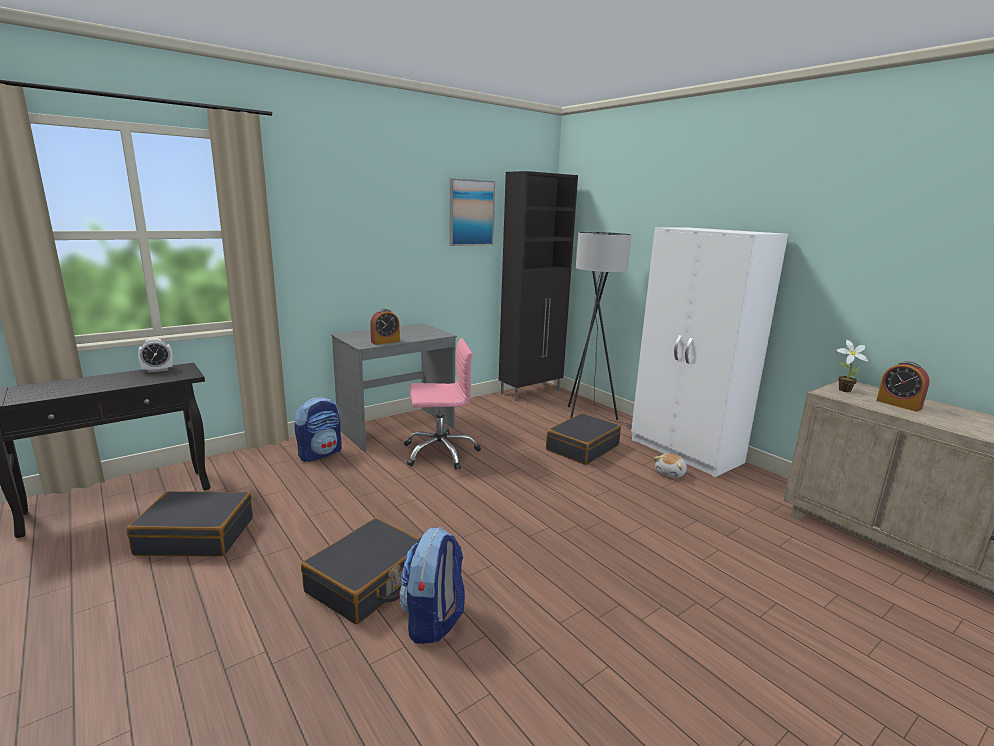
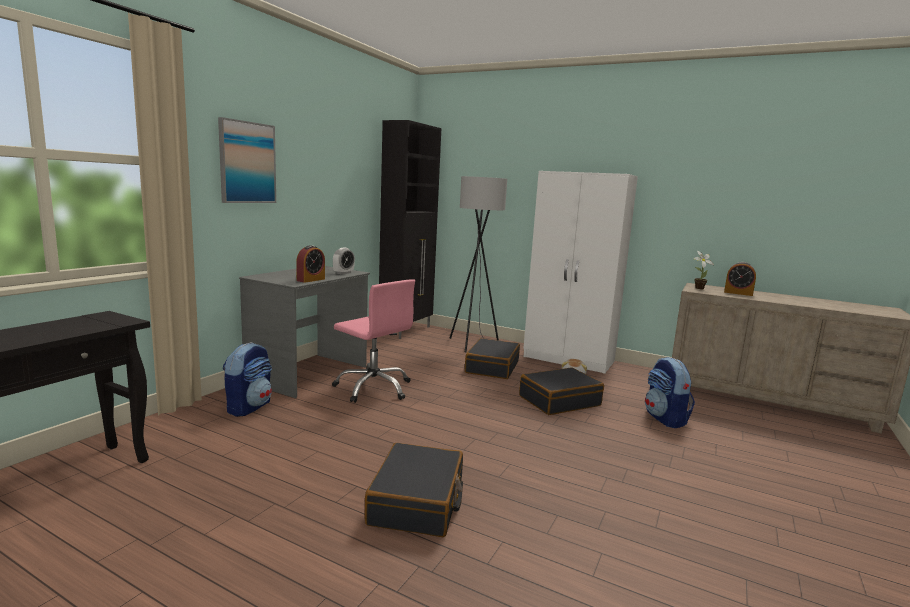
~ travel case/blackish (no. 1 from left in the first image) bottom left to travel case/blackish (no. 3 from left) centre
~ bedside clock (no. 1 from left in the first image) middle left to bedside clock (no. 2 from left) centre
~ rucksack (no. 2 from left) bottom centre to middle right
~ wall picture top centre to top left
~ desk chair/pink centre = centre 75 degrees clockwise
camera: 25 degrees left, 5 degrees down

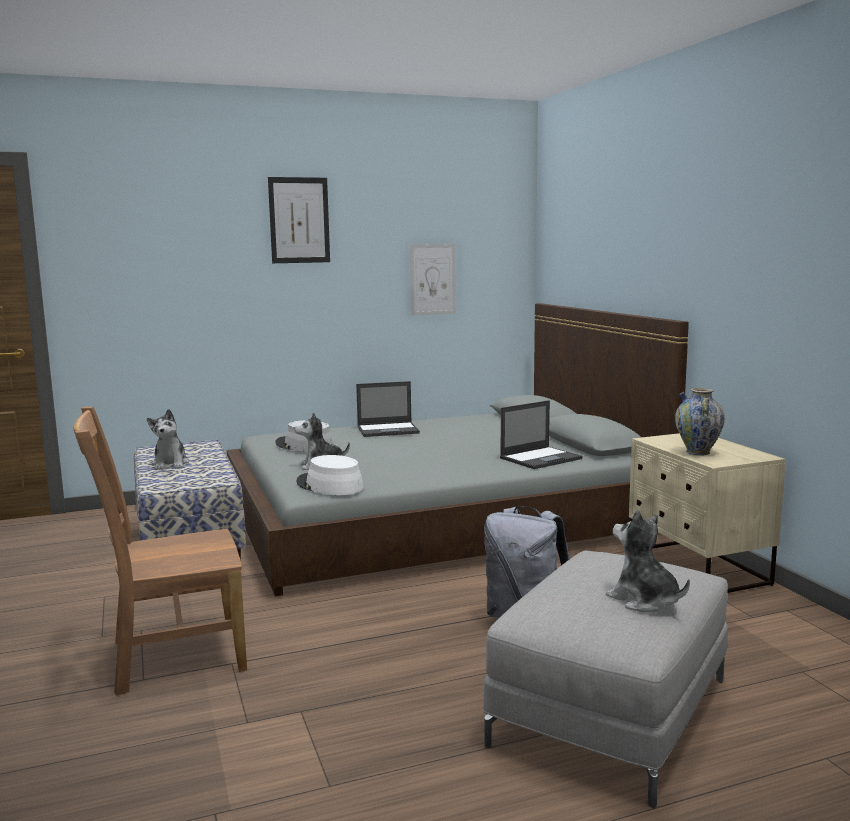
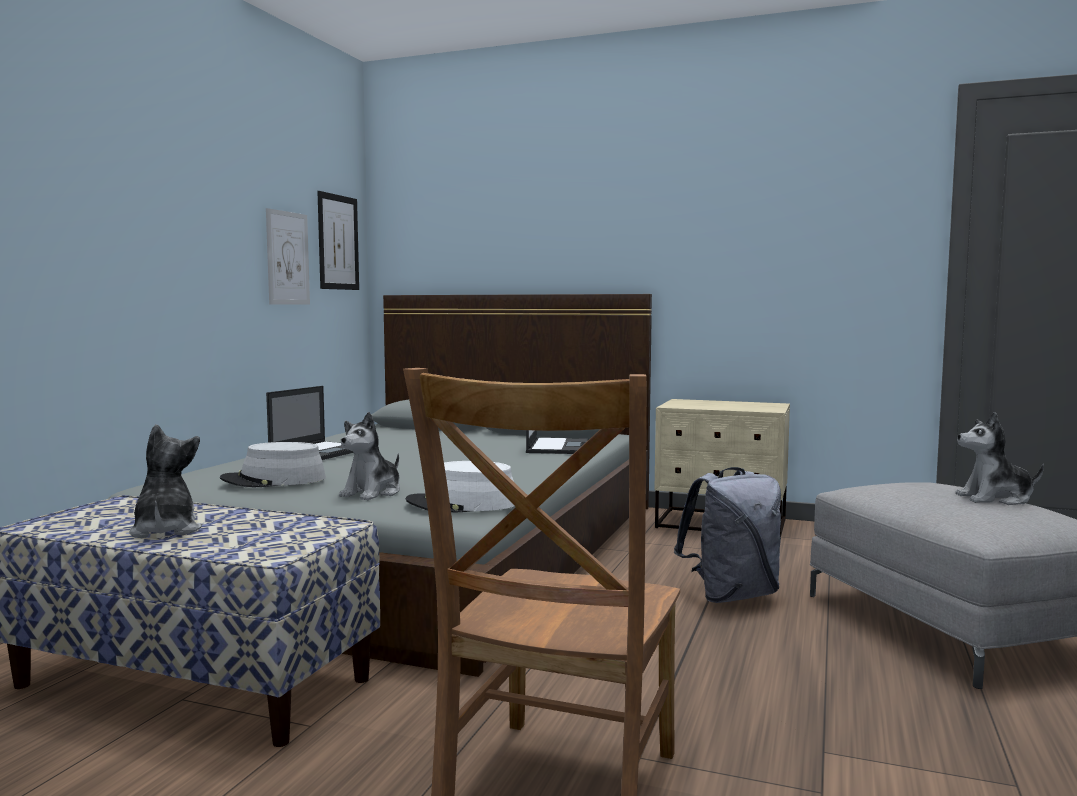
- vase middle right
~ wall picture (no. 1 from left in the first image) top centre to wall picture (no. 2 from left) top left
~ soft toy (no. 1 from left) middle left = middle left 135 degrees counterclockwise
camera: 50 degrees left, 5 degrees down

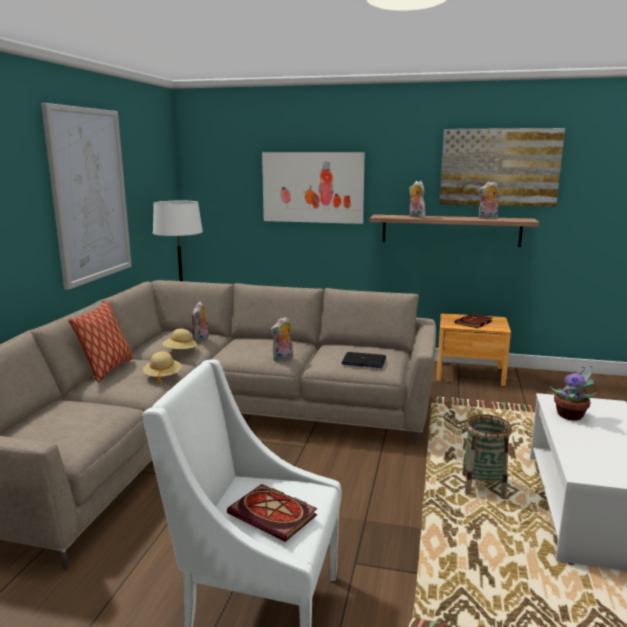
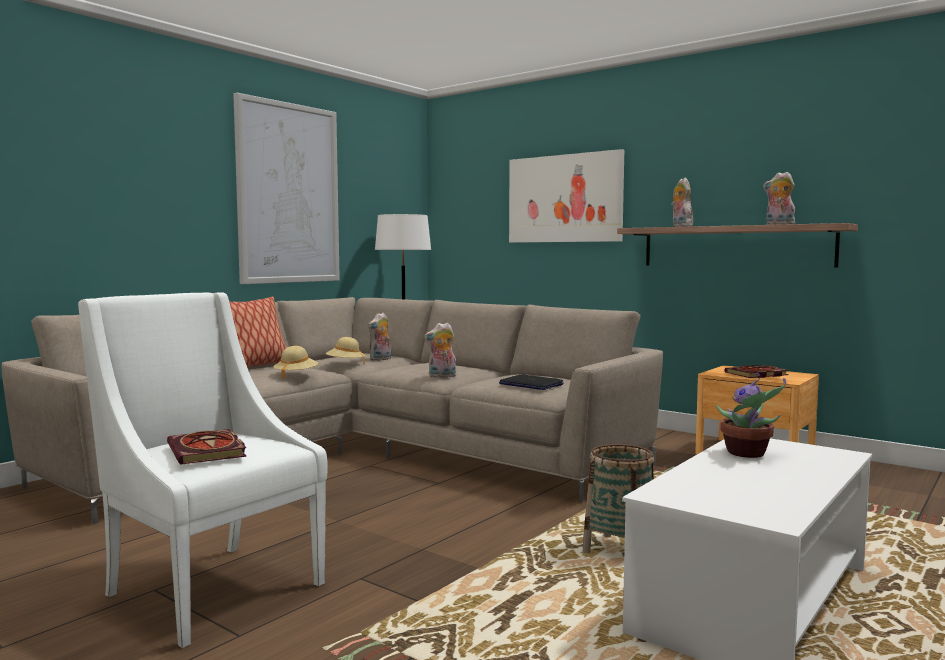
- wall picture (no. 3 from left) top right
camera: 25 degrees right, 10 degrees down

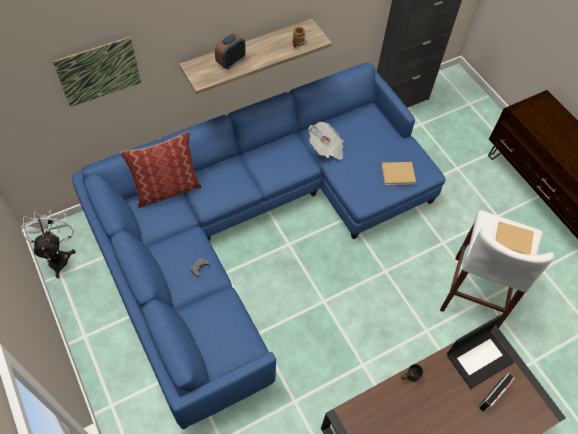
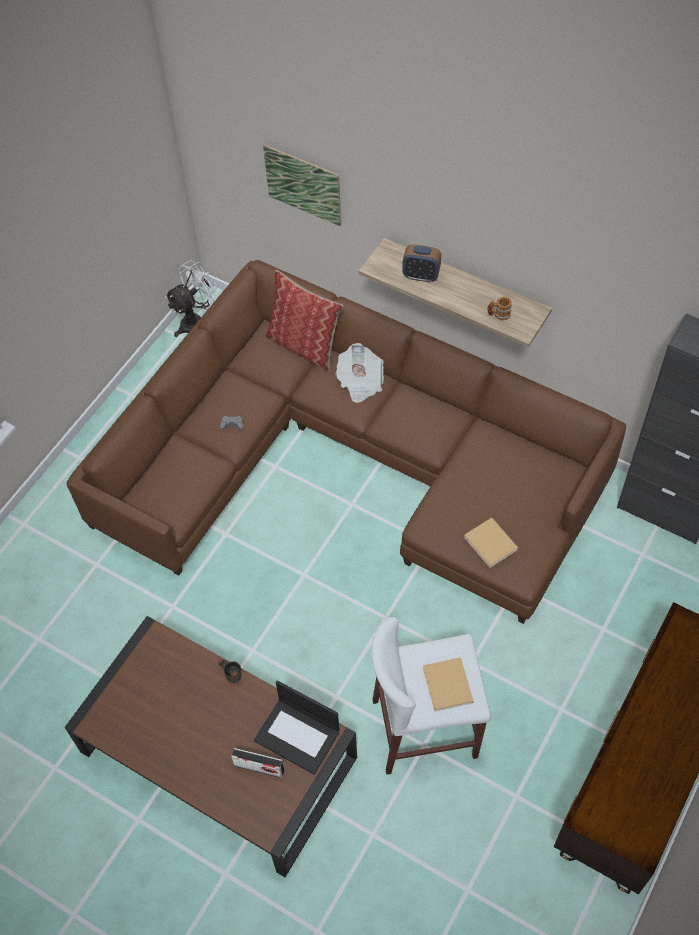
~ daily paper top centre to centre
~ sofa/blue-coloured centre to sofa/brown centre
camera: 65 degrees right, 0 degrees up

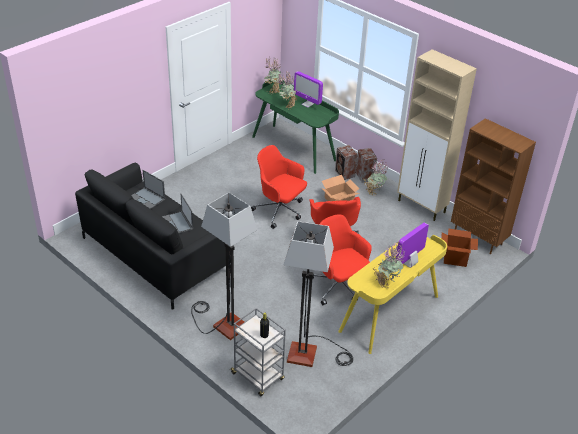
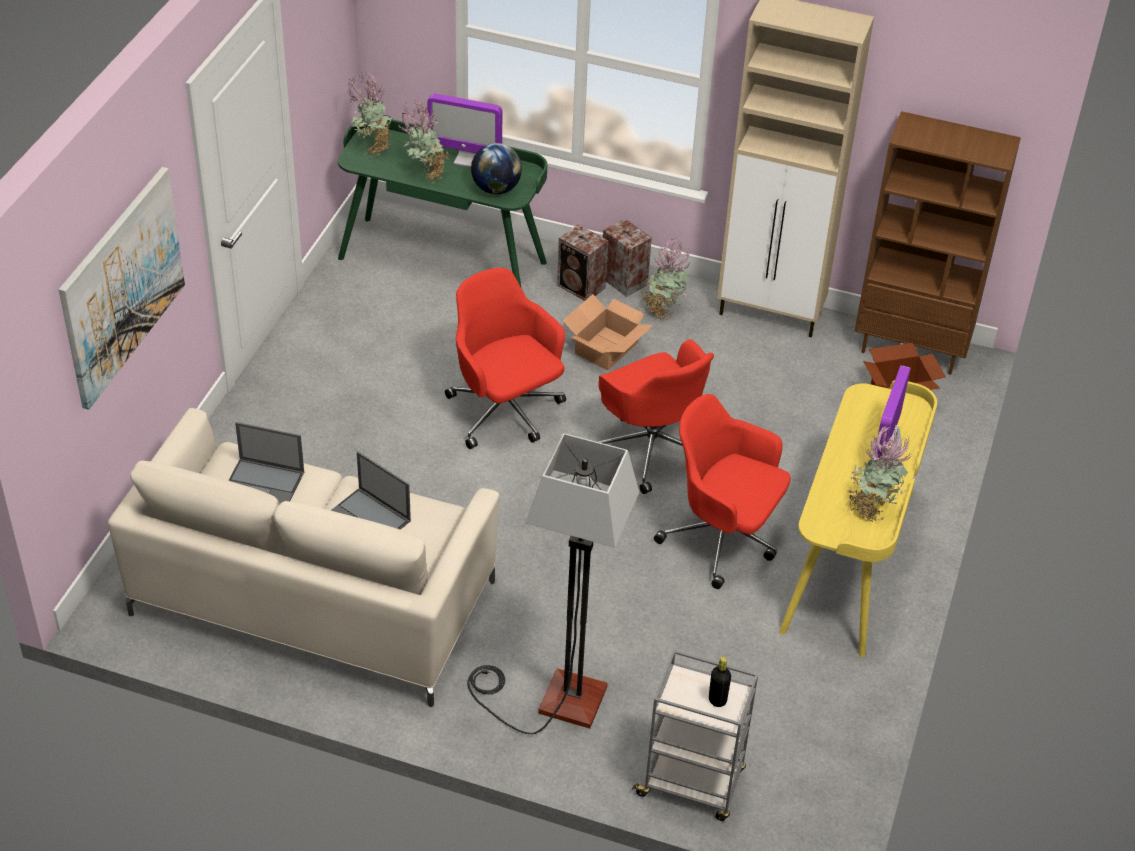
- standing lamp (no. 2 from left) bottom centre
+ wall picture middle left
+ world globe top centre
~ sofa/blackish middle left to sofa/sand-coloured middle left
~ desk chair/red-coloured (no. 1 from left) centre = centre 45 degrees clockwise
camera: 25 degrees left, 5 degrees up

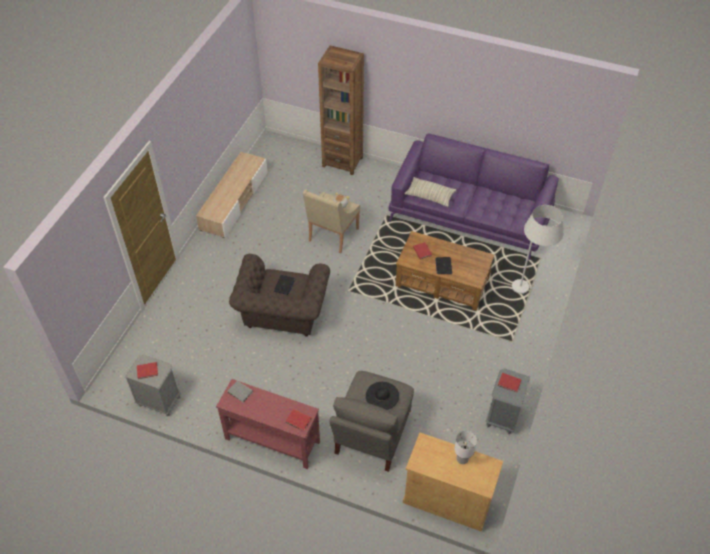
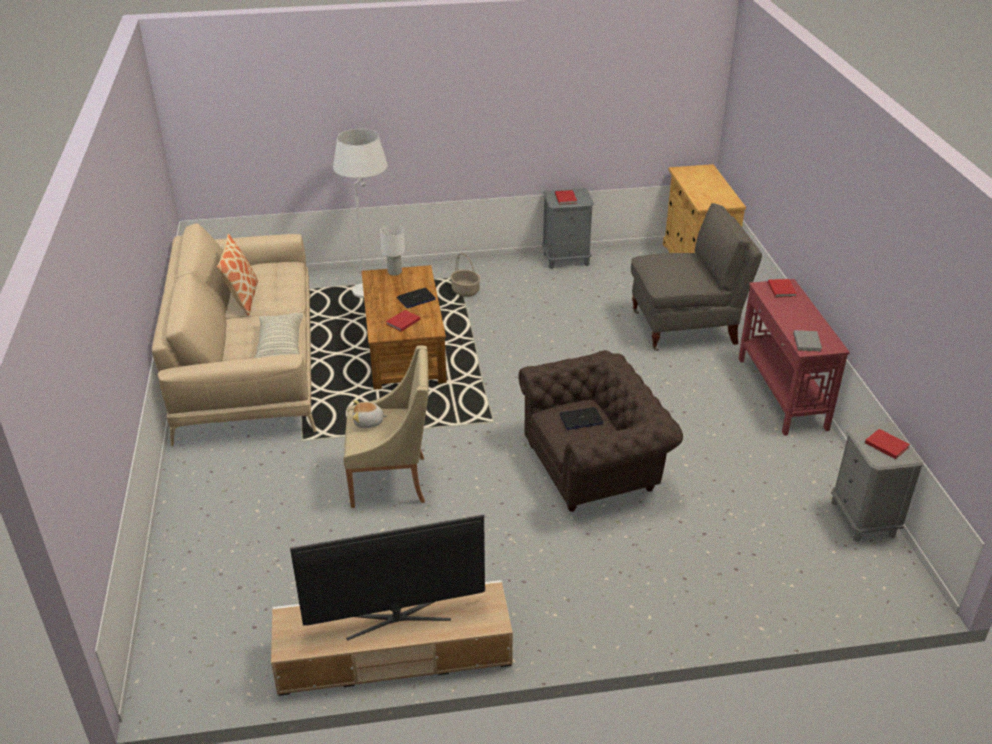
- shelving unit/brown top centre
- wearable hat/blackish bottom centre
+ throw pillow (no. 1 from left) middle left
+ TV bottom centre
+ basket centre
~ lamp for a table/whitish bottom centre to centre
~ sofa/purple-coloured middle right to sofa/sand-coloured middle left
camera: 120 degrees left, 15 degrees down

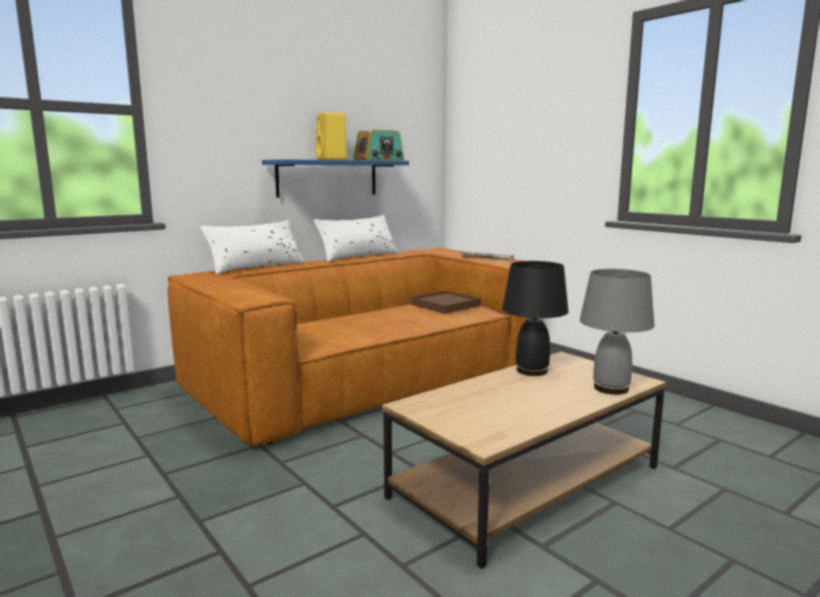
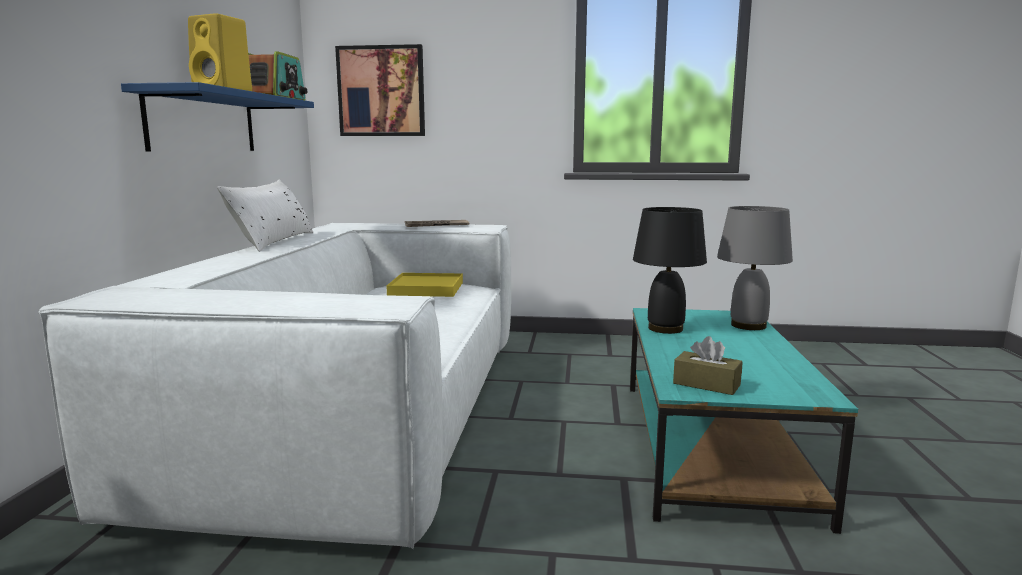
- throw pillow/whitish (no. 1 from left) middle left
+ wall picture top centre
+ box of tissues/brown middle right
~ sofa/brown centre to sofa/whitish bottom left
~ lounge table/brown bottom centre to lounge table/turquoise bottom right
~ serving tray/brown centre to serving tray/yellow-coloured centre
camera: 45 degrees left, 0 degrees up

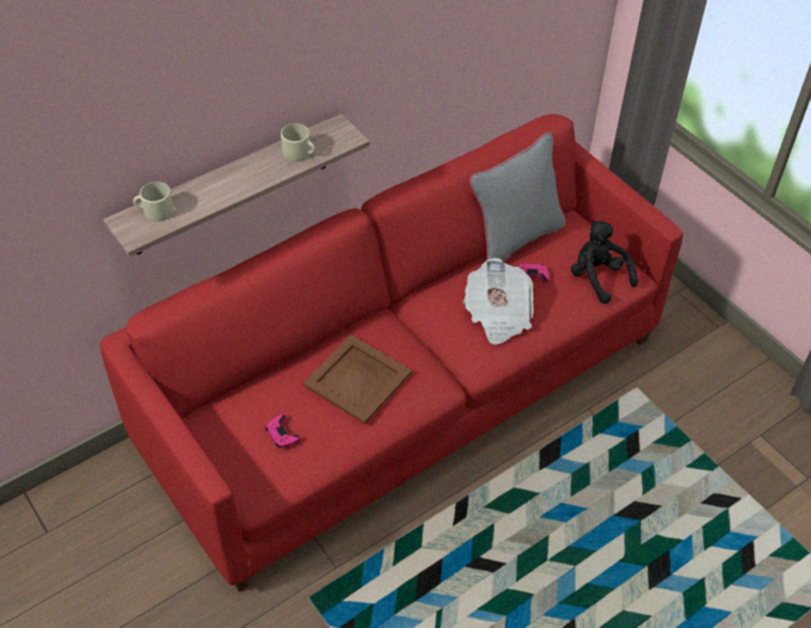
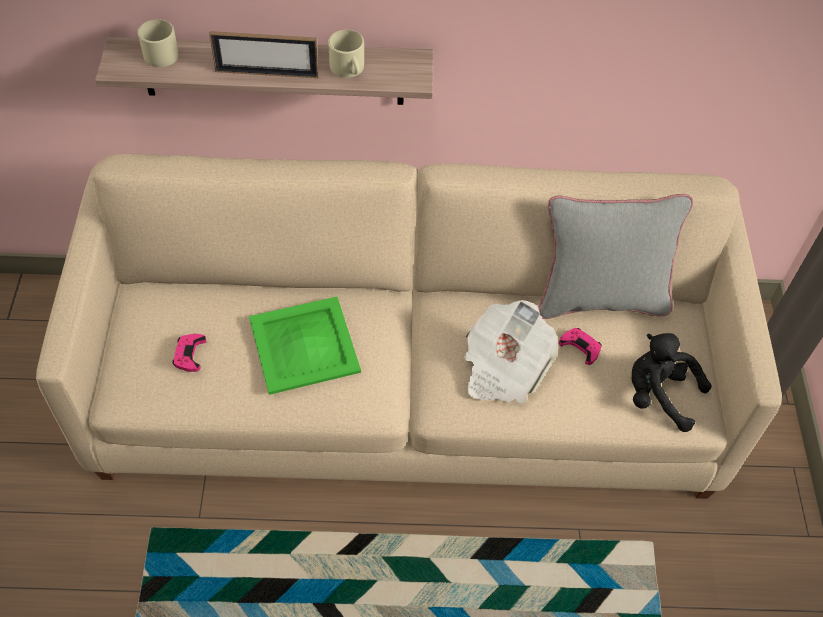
+ picture frame top left
~ sofa/red-coloured centre to sofa/sand-coloured centre
~ serving tray/brown centre to serving tray/green-coloured centre
~ soft toy/blackish middle right = middle right 60 degrees counterclockwise
camera: 35 degrees right, 5 degrees up

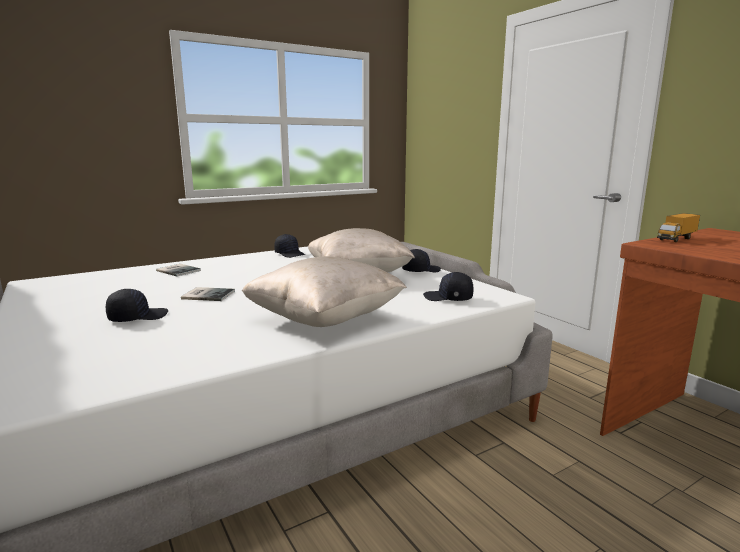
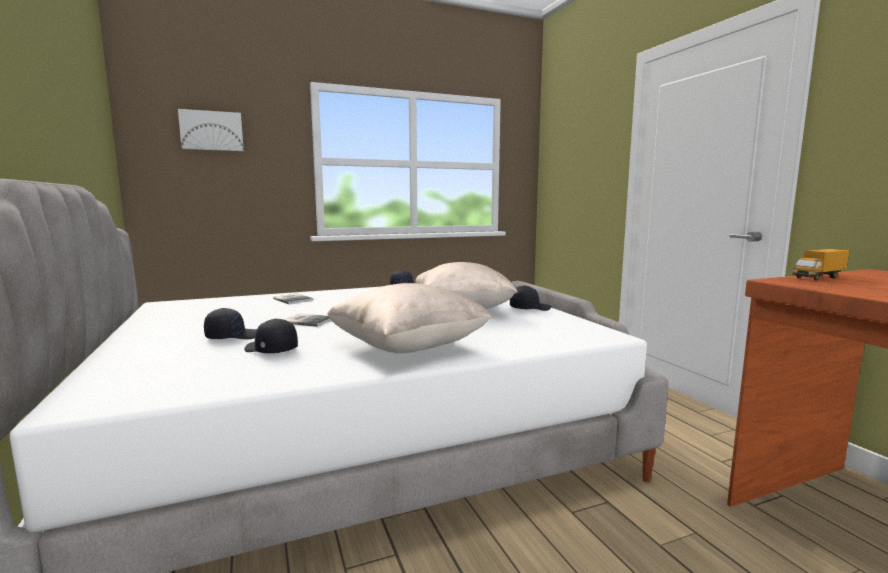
+ wall picture top left
~ peaked cap/blackish (no. 4 from left in the first image) centre to peaked cap/blackish (no. 2 from left) middle left
camera: 10 degrees right, 5 degrees down

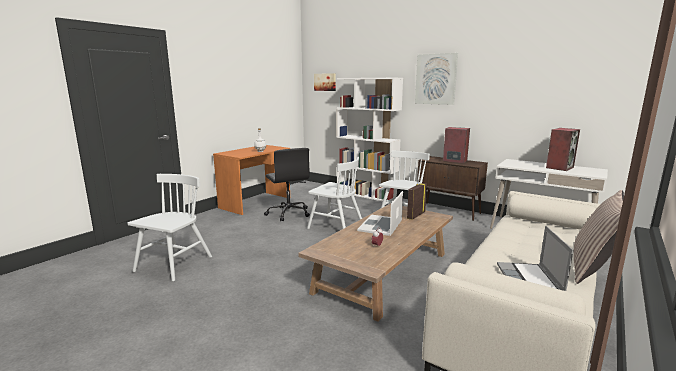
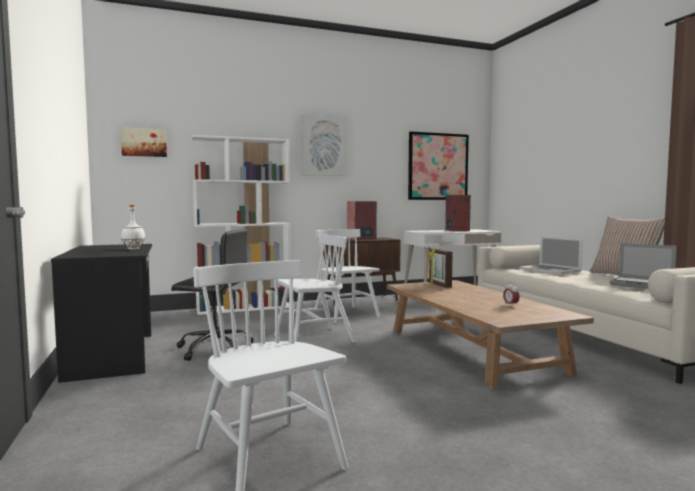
+ wall picture (no. 3 from left) centre
~ notebook computer (no. 1 from left) centre to middle right
~ desk unit/orangey centre to desk unit/blackish middle left
camera: 55 degrees left, 10 degrees down

